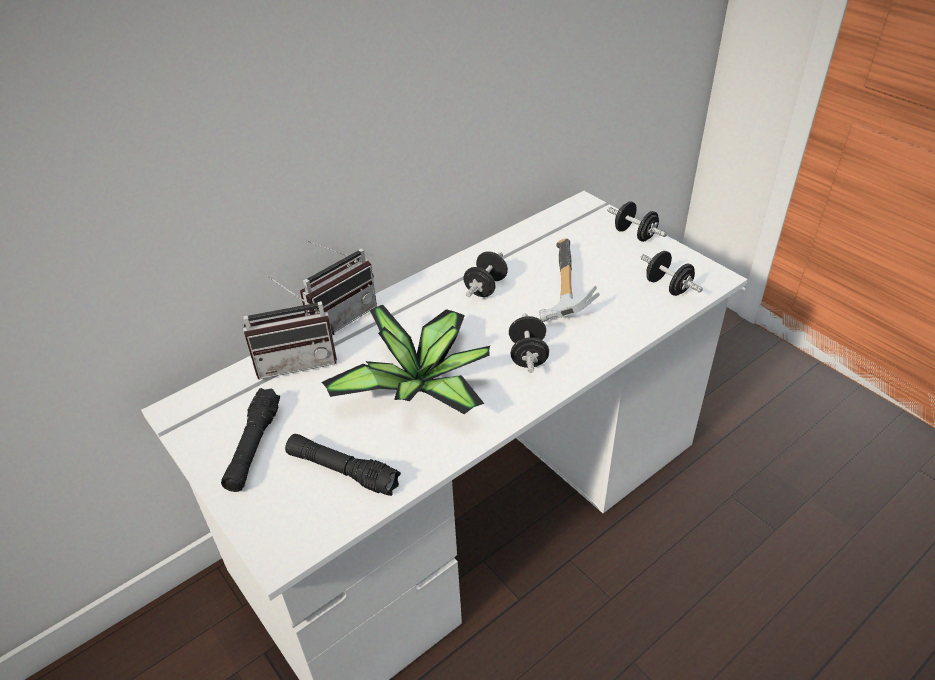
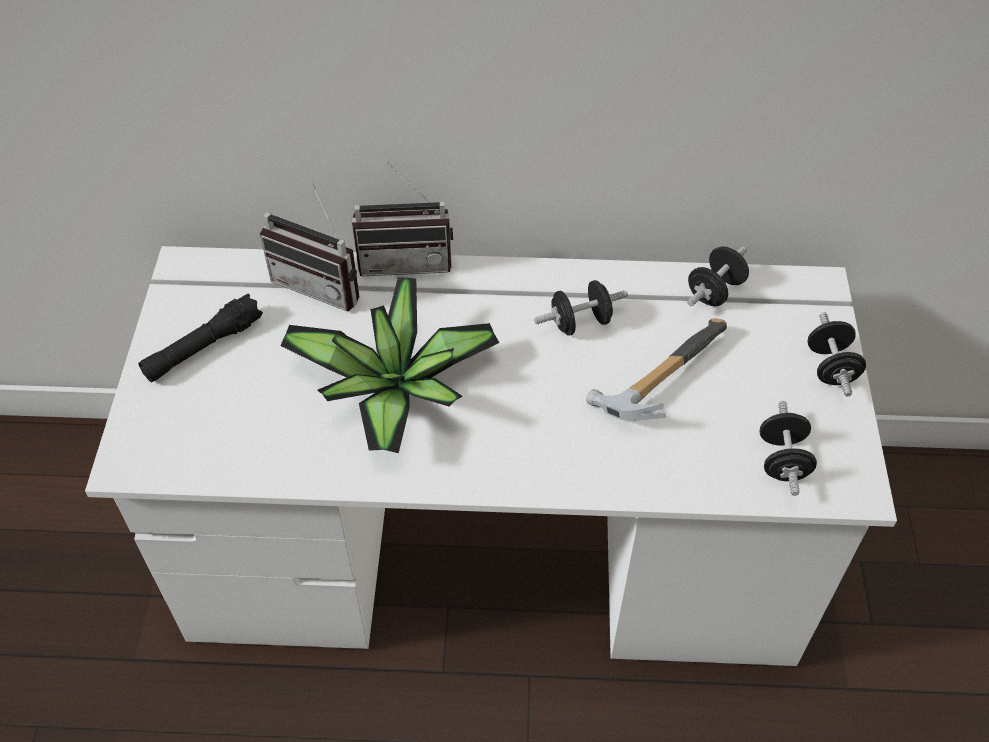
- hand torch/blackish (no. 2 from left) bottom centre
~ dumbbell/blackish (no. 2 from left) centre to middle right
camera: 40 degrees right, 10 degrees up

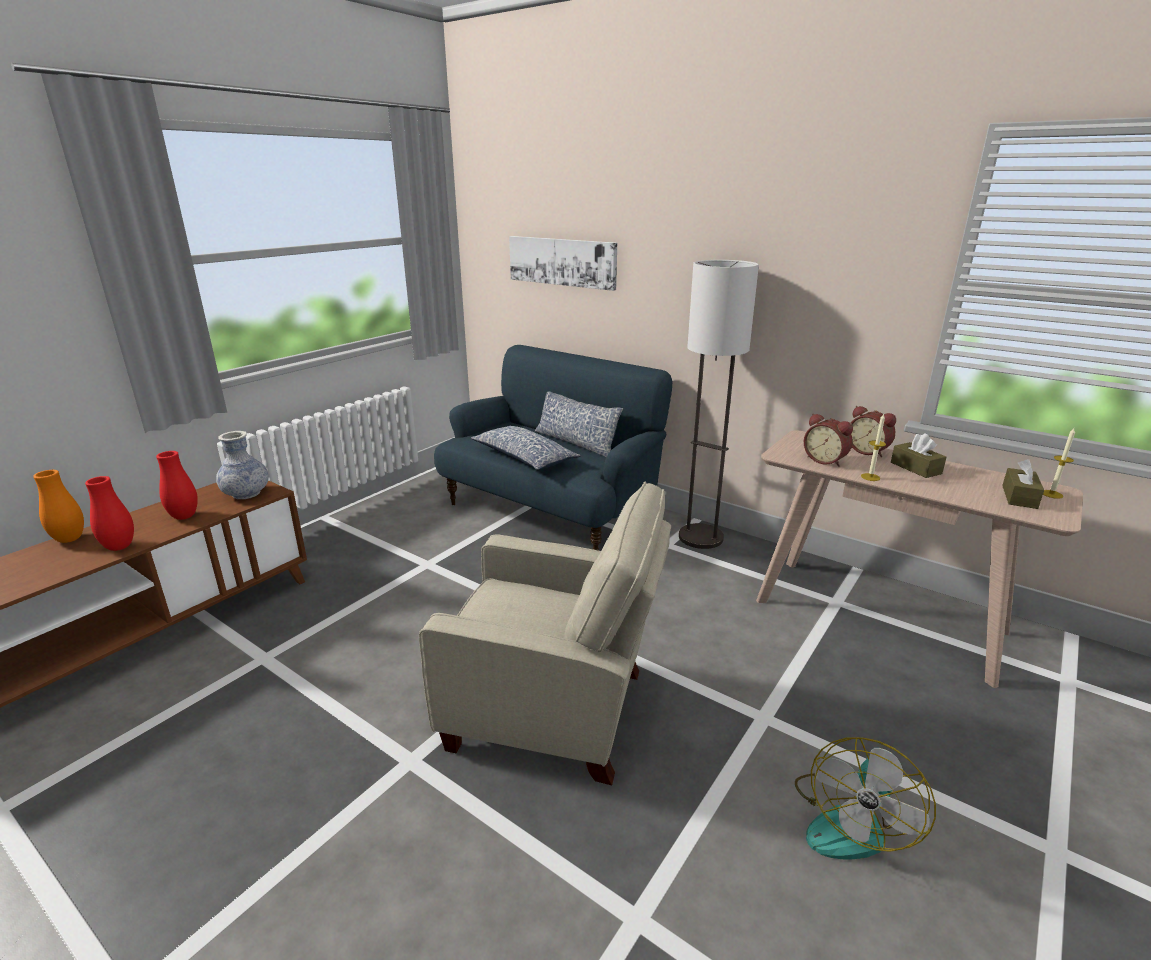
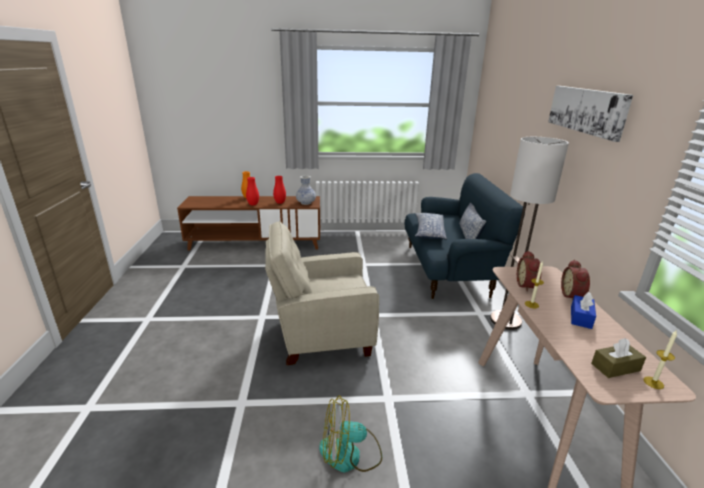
~ wall picture top centre to top right
~ box of tissues/brown (no. 1 from left) middle right to box of tissues/blue-coloured middle right
~ lounge chair/sand-coloured centre = centre 105 degrees clockwise
camera: 50 degrees right, 0 degrees up

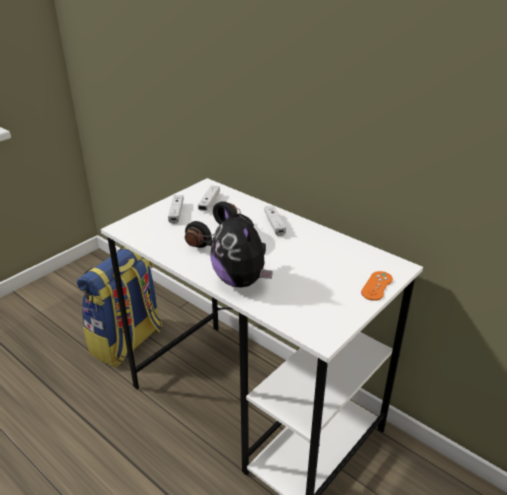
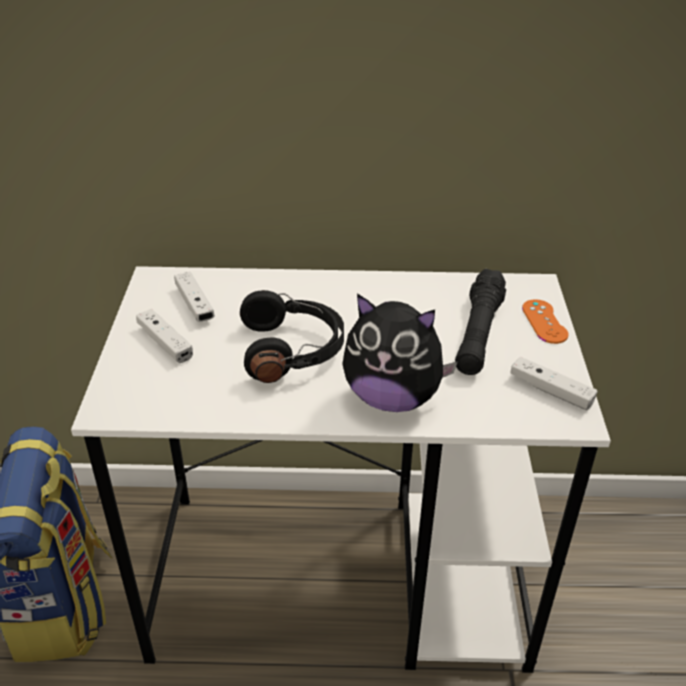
+ hand torch/blackish middle right
~ gamepad/whitish (no. 3 from left) centre to middle right
camera: 40 degrees left, 5 degrees up

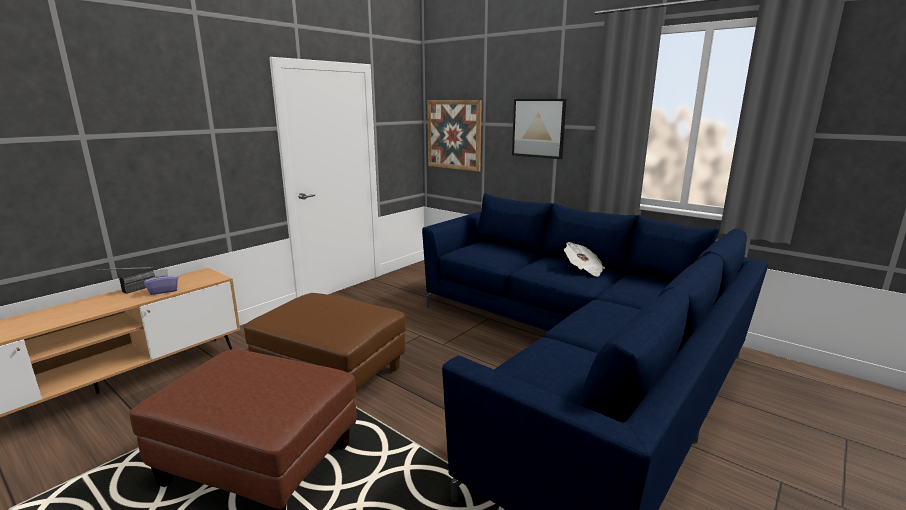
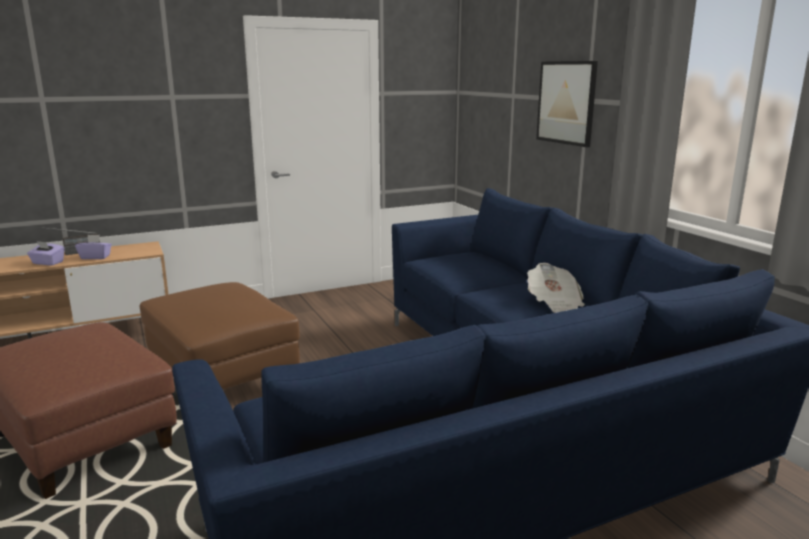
- wall picture (no. 1 from left) top centre
+ box of tissues/purple-coloured (no. 1 from left) middle left
camera: 25 degrees right, 0 degrees up

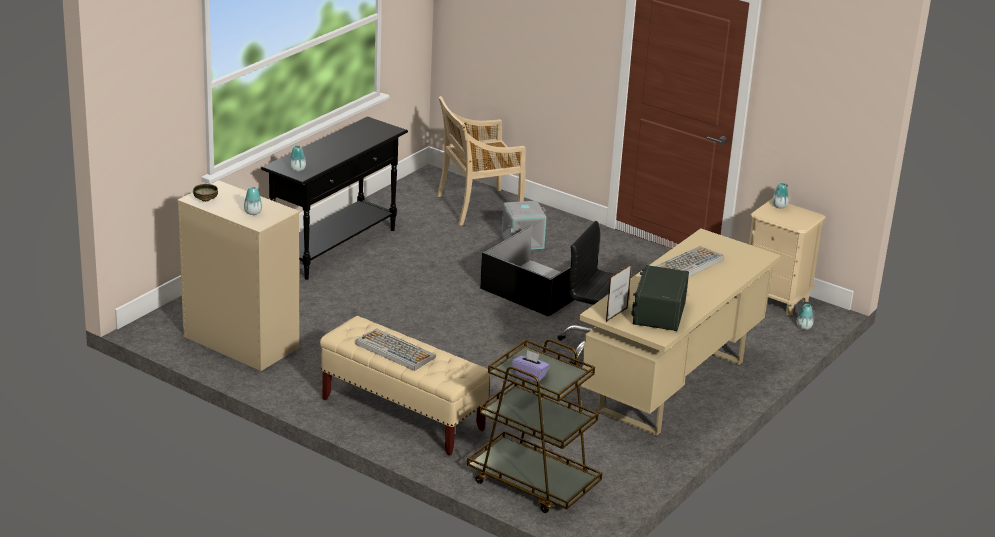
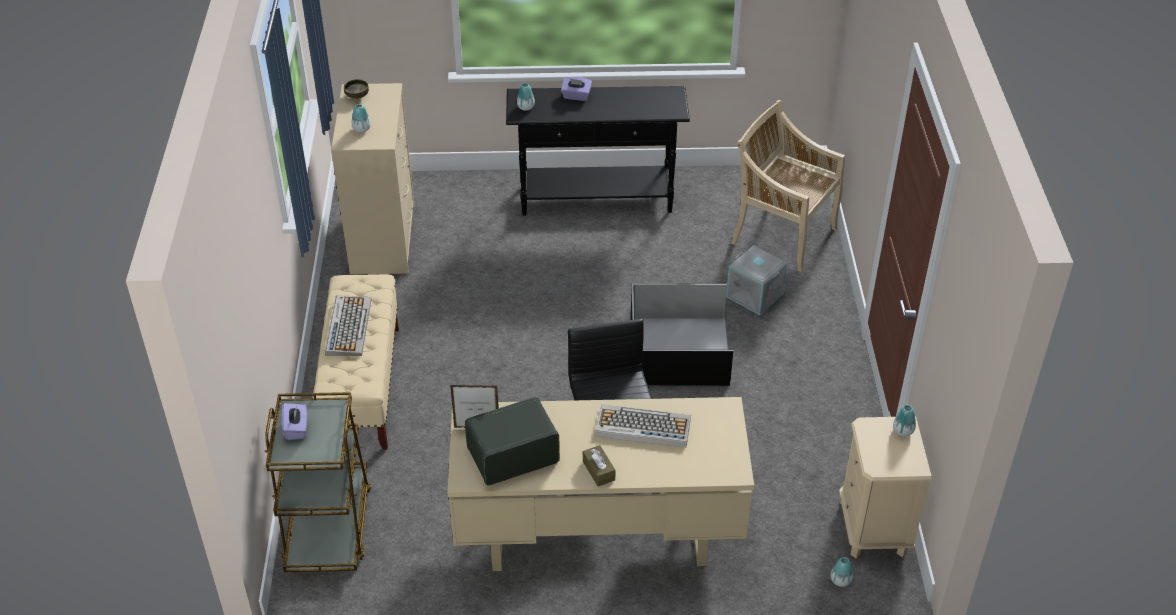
+ box of tissues/purple-coloured (no. 2 from left) top centre
+ box of tissues/brown bottom centre
camera: 55 degrees right, 15 degrees up

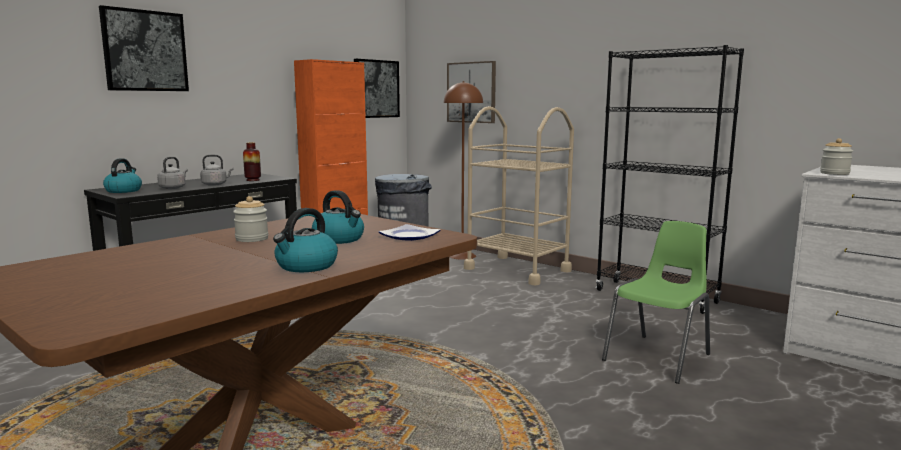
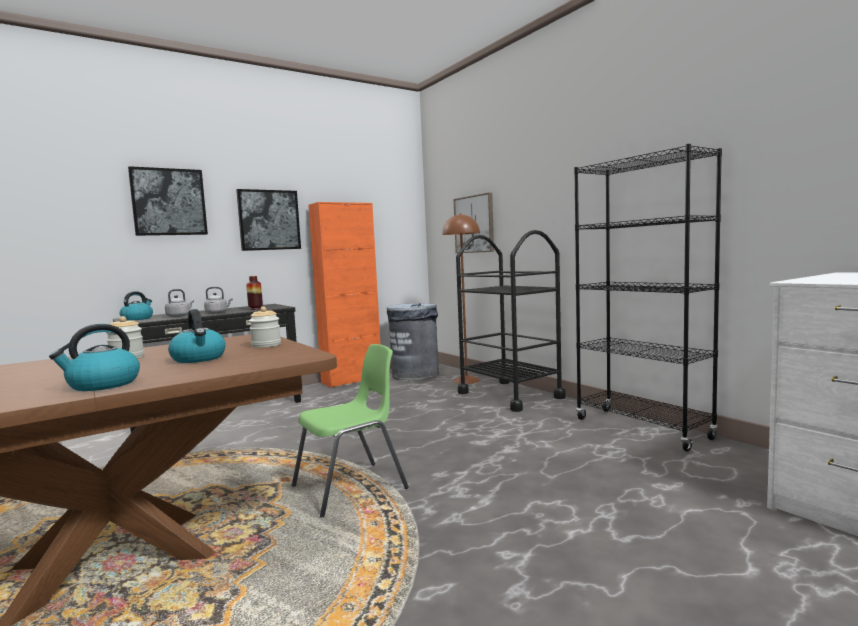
- flat dish centre
~ wall picture (no. 2 from left) top centre to middle left
~ chair/green-coloured bottom right to bottom centre
~ storage jar (no. 2 from left) middle right to middle left
~ wheeled cart/sand-coloured centre to wheeled cart/blackish centre
camera: 15 degrees right, 5 degrees down

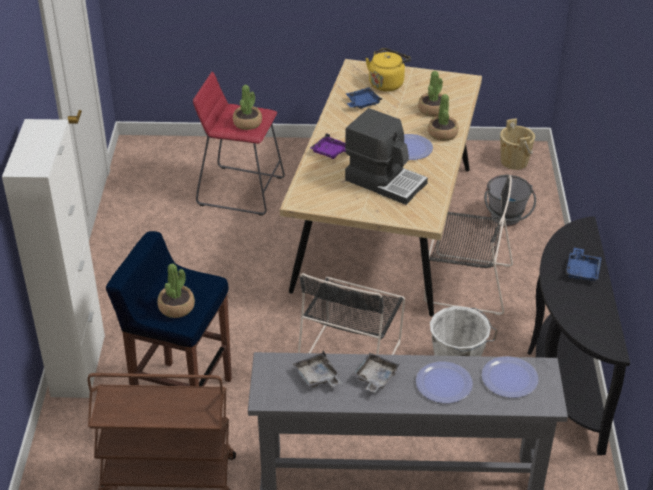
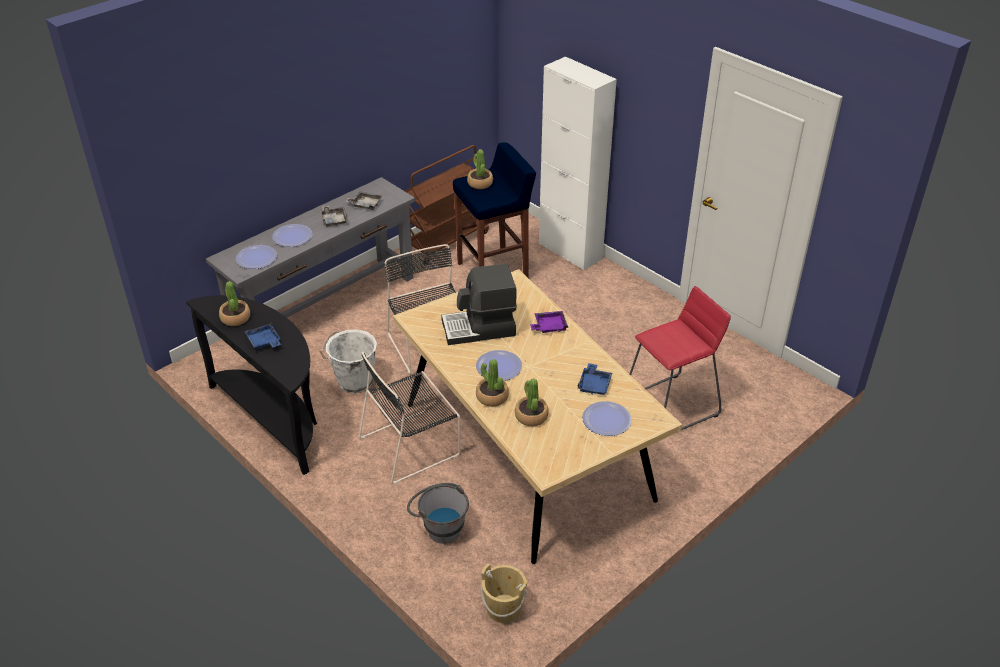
~ houseplant (no. 2 from left in the first image) top centre to houseplant (no. 1 from left) middle left
~ water kettle/yellow-coloured top centre to flat dish (no. 4 from left) centre
camera: 135 degrees right, 0 degrees up

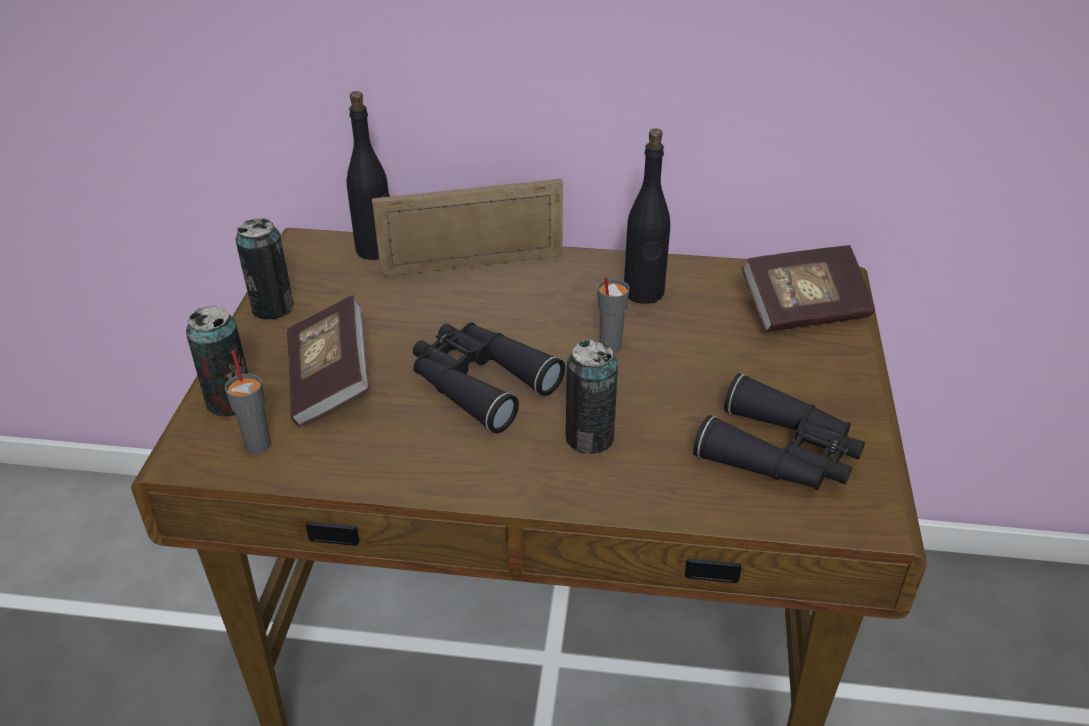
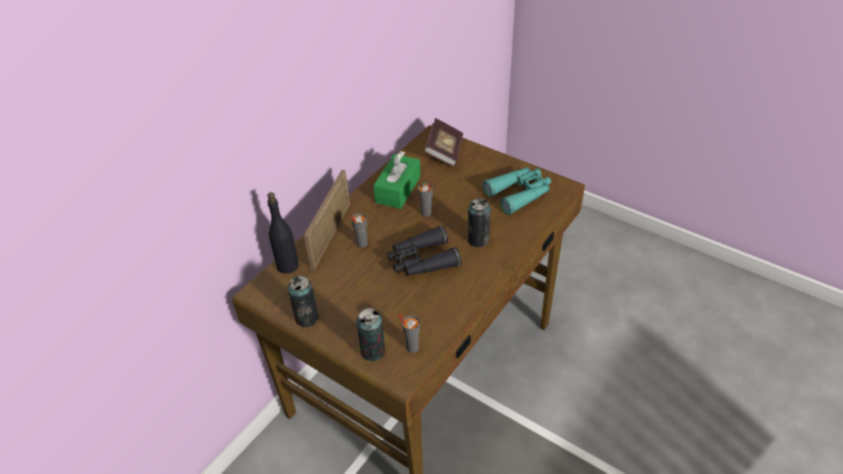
- volume (no. 1 from left) middle left
+ small cup/grey (no. 1 from left) centre
~ bottle/blackish (no. 2 from left) top centre to box of tissues/green-coloured centre
~ pair of binoculars/blackish (no. 2 from left) middle right to pair of binoculars/turquoise centre
camera: 60 degrees left, 5 degrees up

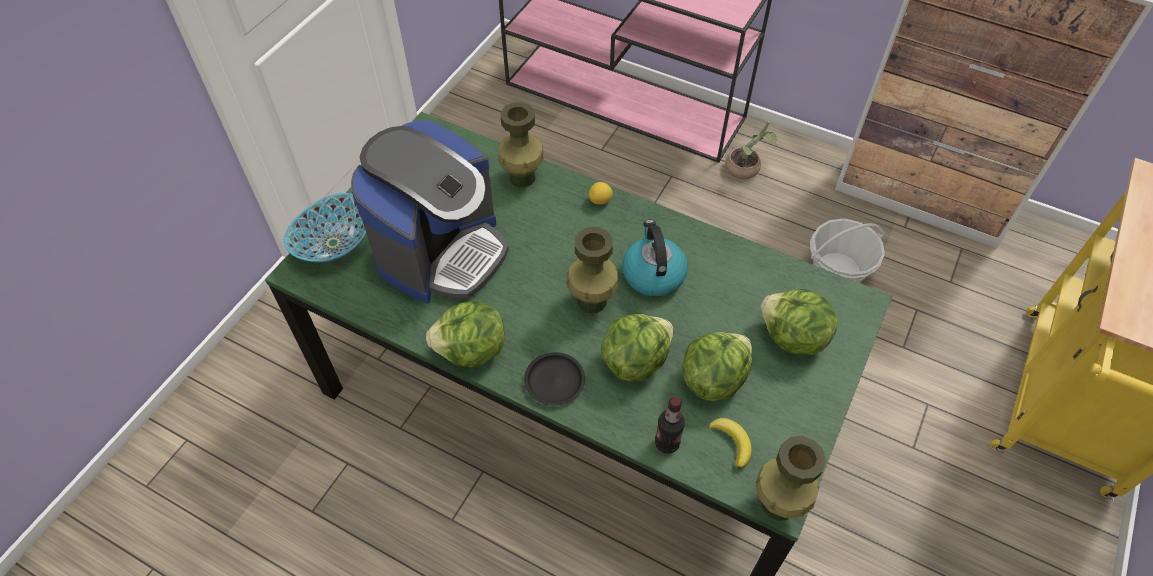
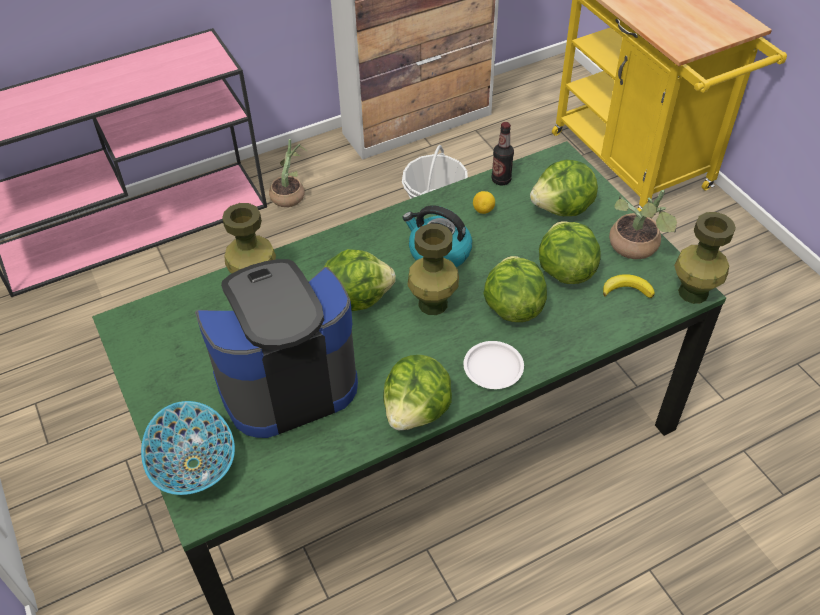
+ lettuce head (no. 1 from left) centre
+ houseplant (no. 2 from left) middle right
~ whole lemon centre to top centre
~ bottle bottom centre to top centre
~ flat dish/blackish centre to flat dish/whitish centre
~ coffee maker centre = centre 90 degrees counterclockwise
camera: 55 degrees left, 5 degrees down

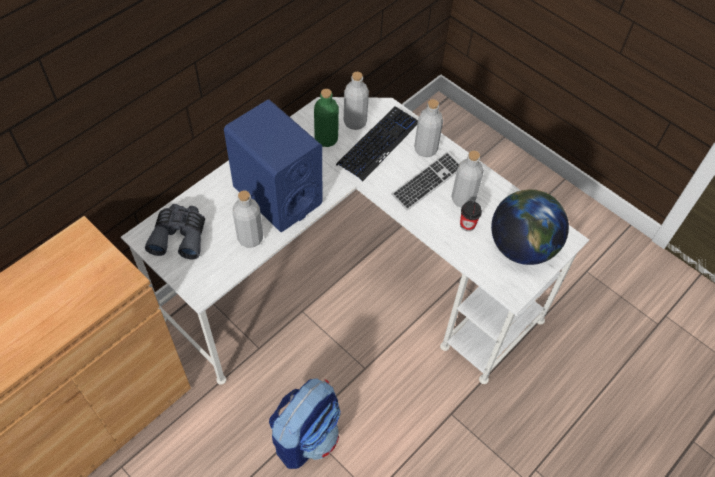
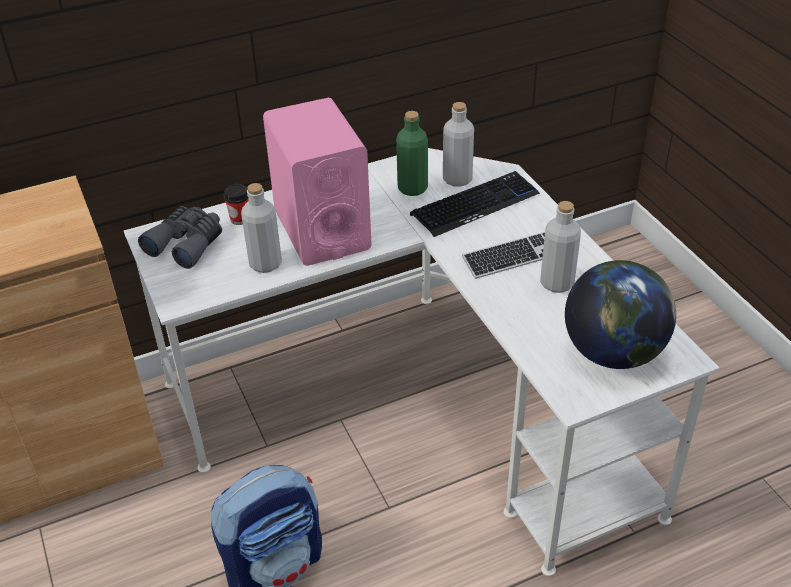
- bottle/grey (no. 3 from left) top centre
~ small cup centre to middle left
~ speaker/blue-coloured centre to speaker/pink top centre
camera: 25 degrees right, 15 degrees down

